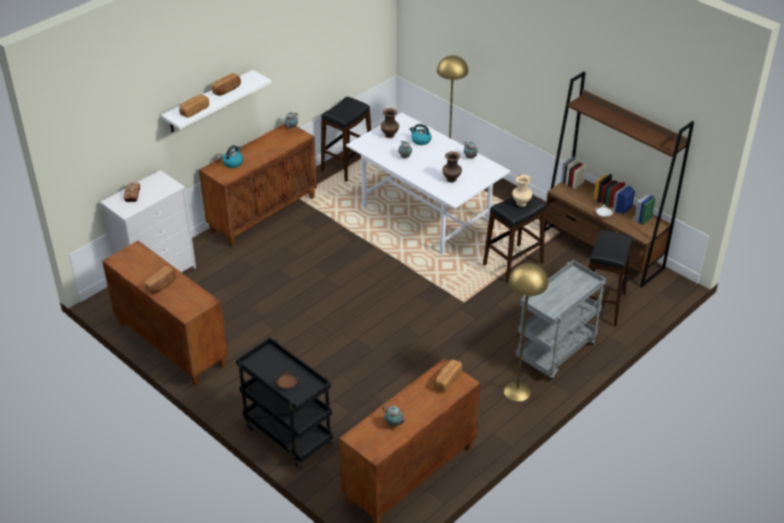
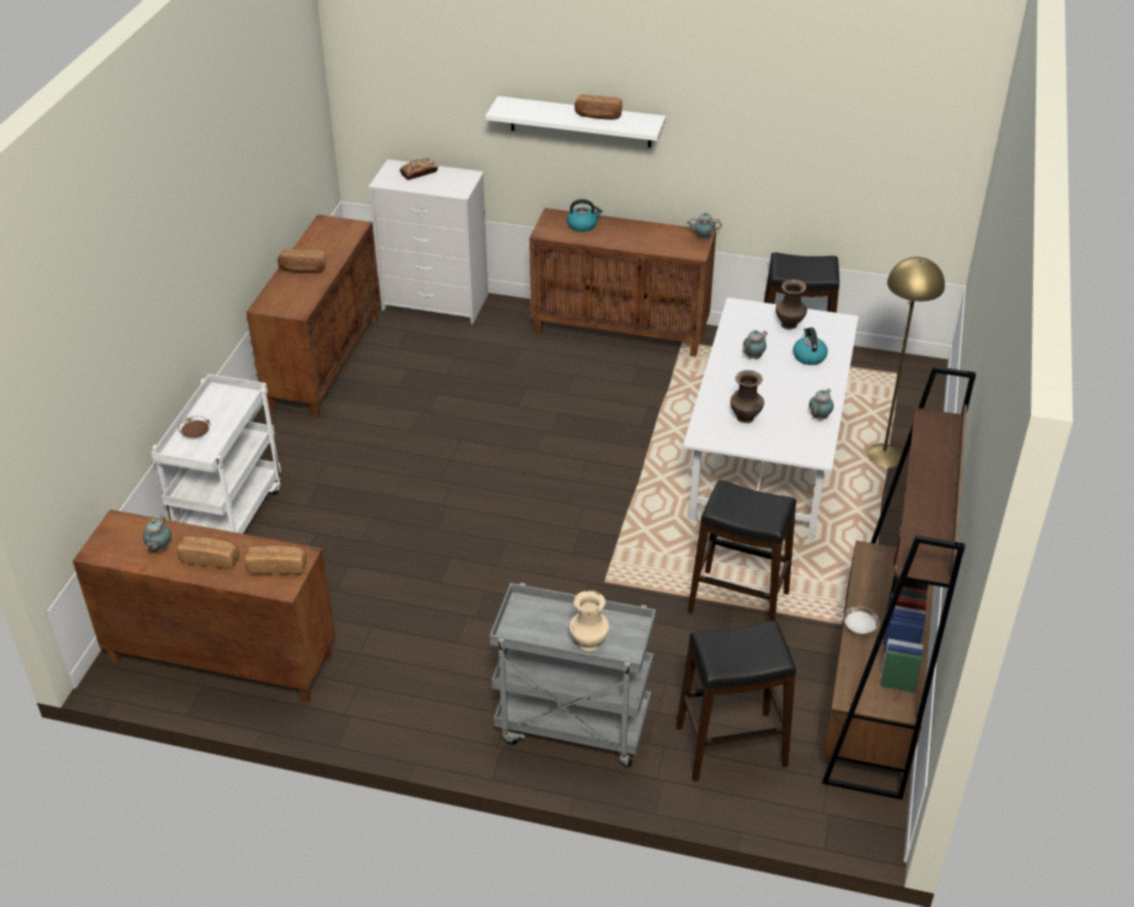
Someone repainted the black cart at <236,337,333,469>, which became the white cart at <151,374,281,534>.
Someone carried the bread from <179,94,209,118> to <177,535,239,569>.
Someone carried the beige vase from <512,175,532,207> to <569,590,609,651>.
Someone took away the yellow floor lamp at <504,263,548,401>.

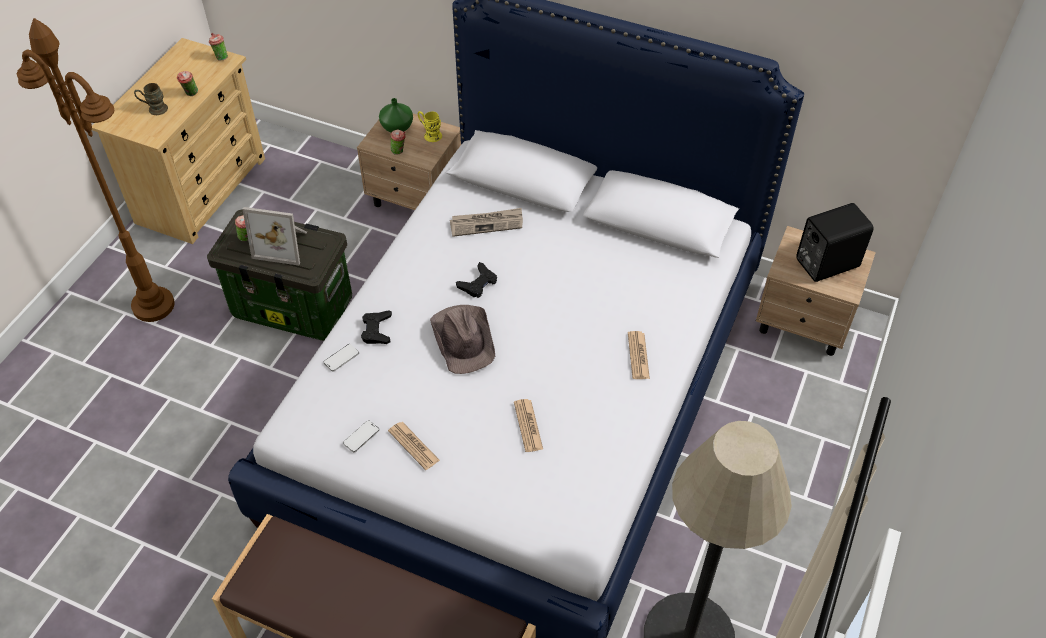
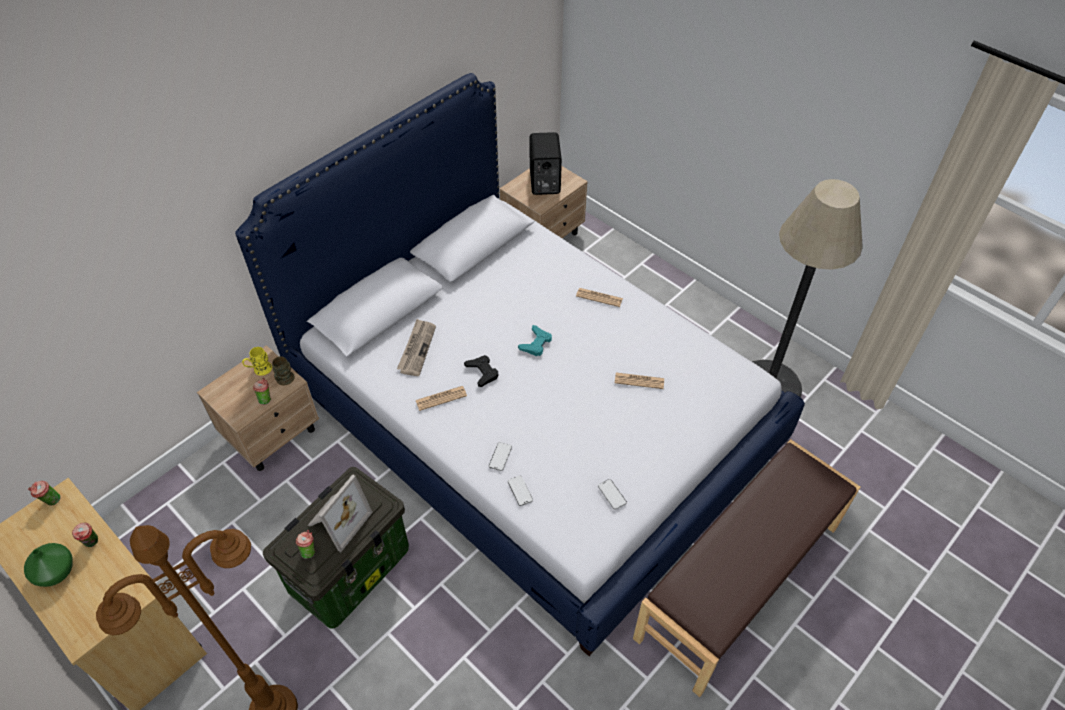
Someone carried the green vase from <379,98,413,133> to <24,543,73,587>.
Someone carried the brown mug from <134,83,168,115> to <272,356,295,385>.
Someone carried the newspaper from <388,422,440,470> to <416,386,467,411>.
Someone swapped the black game controller at <361,310,392,344> for the phone at <489,442,512,471>.
Someone put down the turquoise game controller at <518,325,552,356>.
Someone took away the brown hat at <430,305,495,374>.

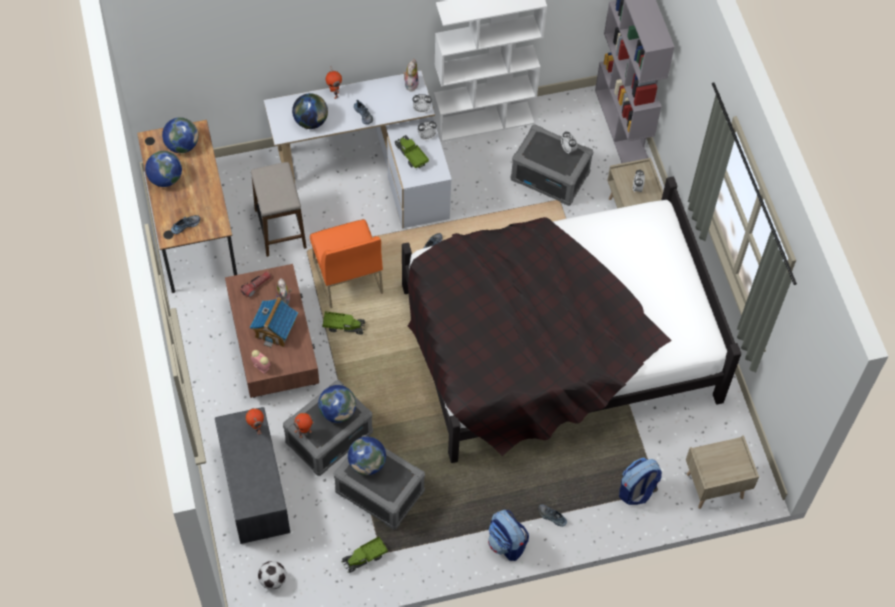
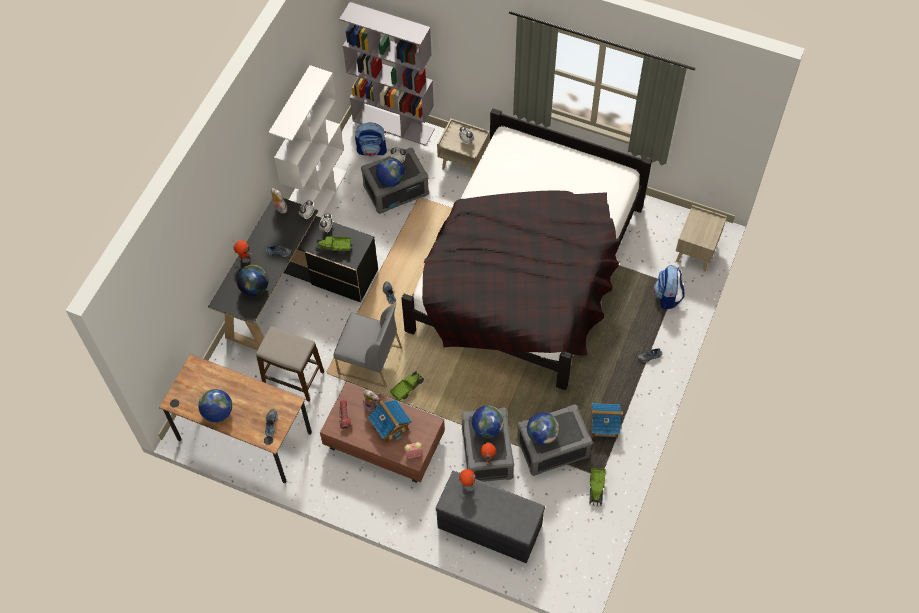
Someone repainted the white desk at <264,70,452,229>, which became the black desk at <208,198,378,350>.
Someone repainted the orange chair at <310,219,383,308>, which became the grey chair at <334,305,402,387>.
Someone carried the backpack from <488,510,529,561> to <355,122,387,157>.
Someone carried the globe from <162,117,198,153> to <376,158,405,187>.
Someone put down the toy house at <592,403,623,438>.
Someone took away the football at <258,561,286,590>.

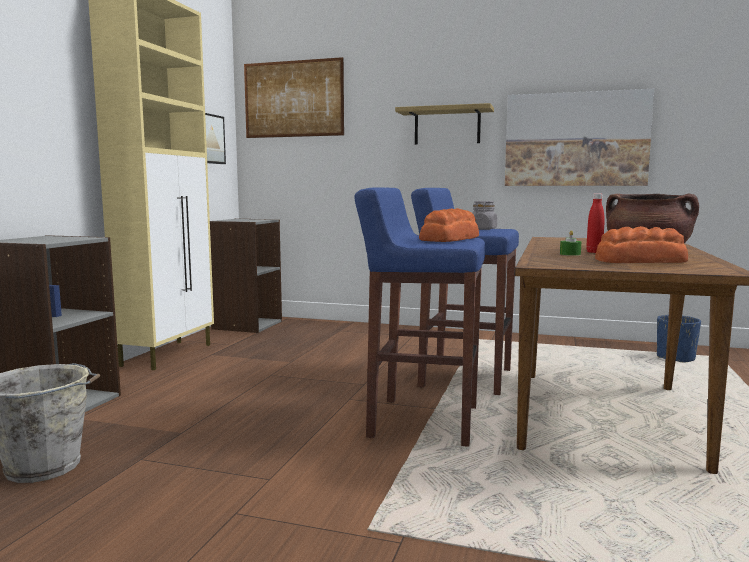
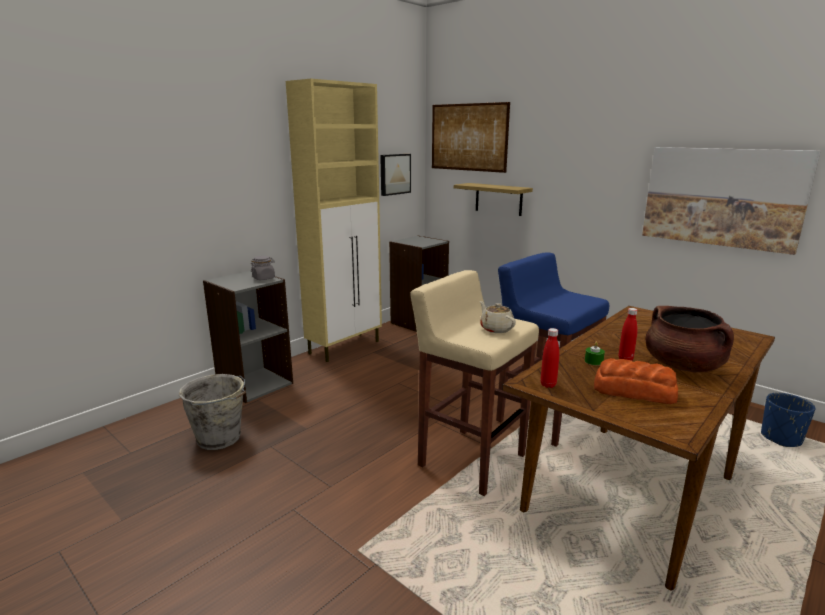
Someone carried the grey jar from <472,201,497,230> to <251,256,275,280>.
Someone repainted the blue stool at <354,187,485,447>, which became the beige stool at <410,270,539,496>.
Someone carried the shelf from <395,103,494,145> to <454,183,533,216>.
Someone swapped the bread at <419,208,479,242> for the beige teapot at <480,301,516,333>.
Someone put down the red bottle at <541,328,559,388>.

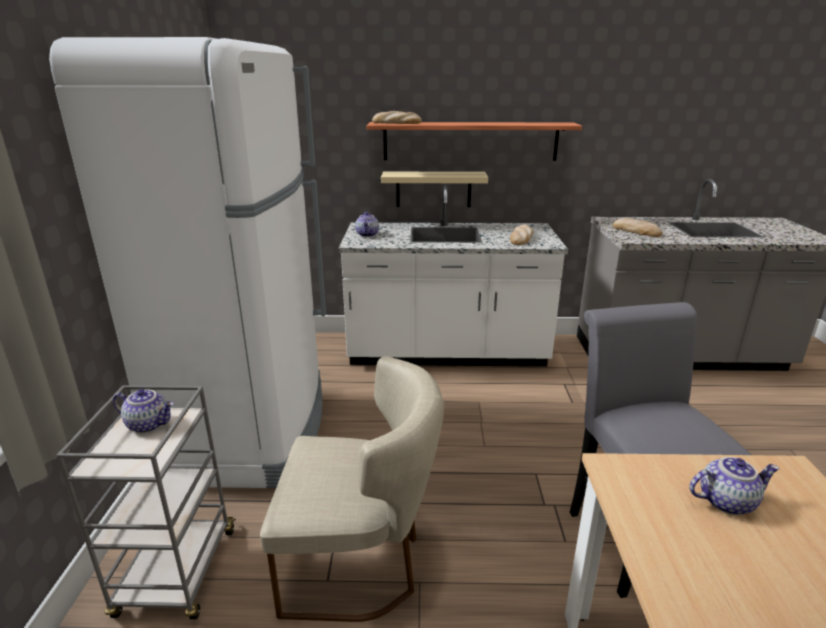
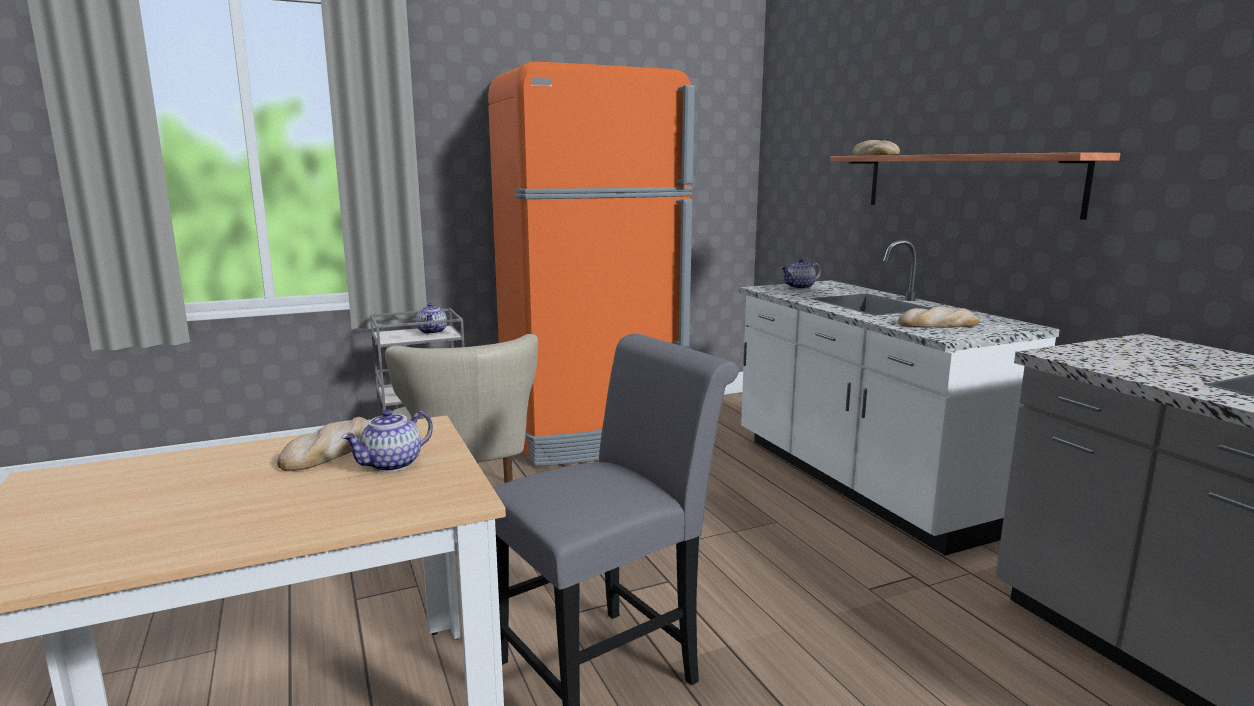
Someone carried the bread from <612,218,662,237> to <277,417,369,471>.
Someone rotated the teapot at <689,457,780,515> by 75 degrees clockwise.
Someone repainted the white fridge at <49,37,326,488>, which became the orange fridge at <488,61,695,466>.
Someone took away the beige shelf at <381,172,488,207>.

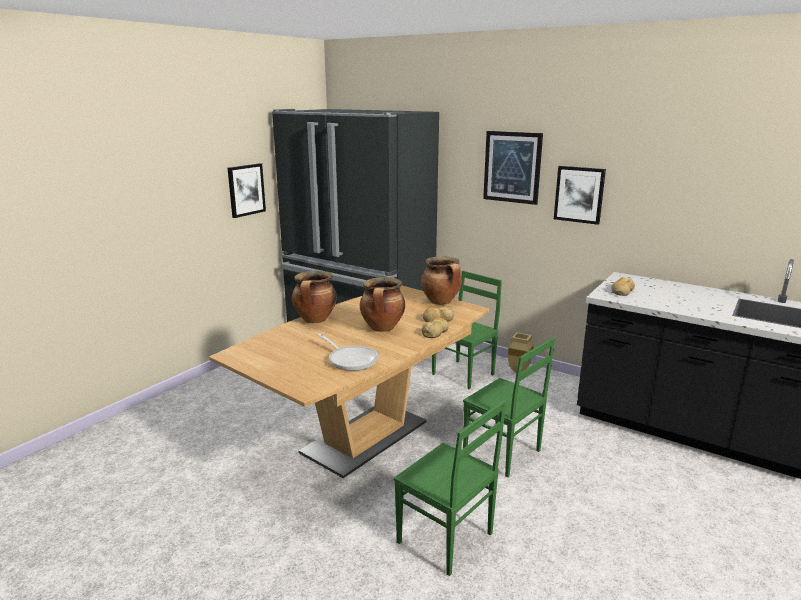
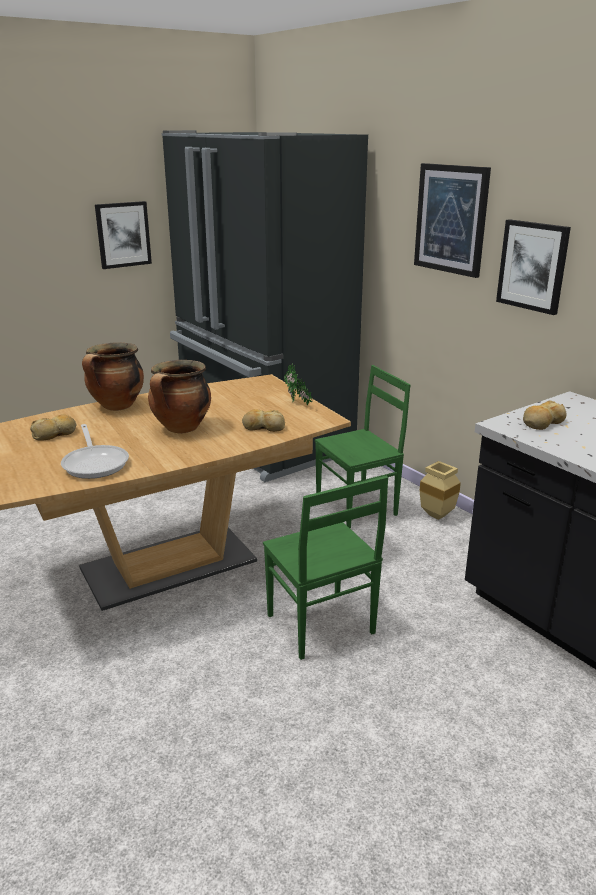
Someone carried the bread from <422,317,449,338> to <30,414,77,441>.
Someone swapped the cooking pot at <421,256,462,305> for the potted plant at <284,363,313,405>.
Someone took away the green chair at <394,400,506,576>.

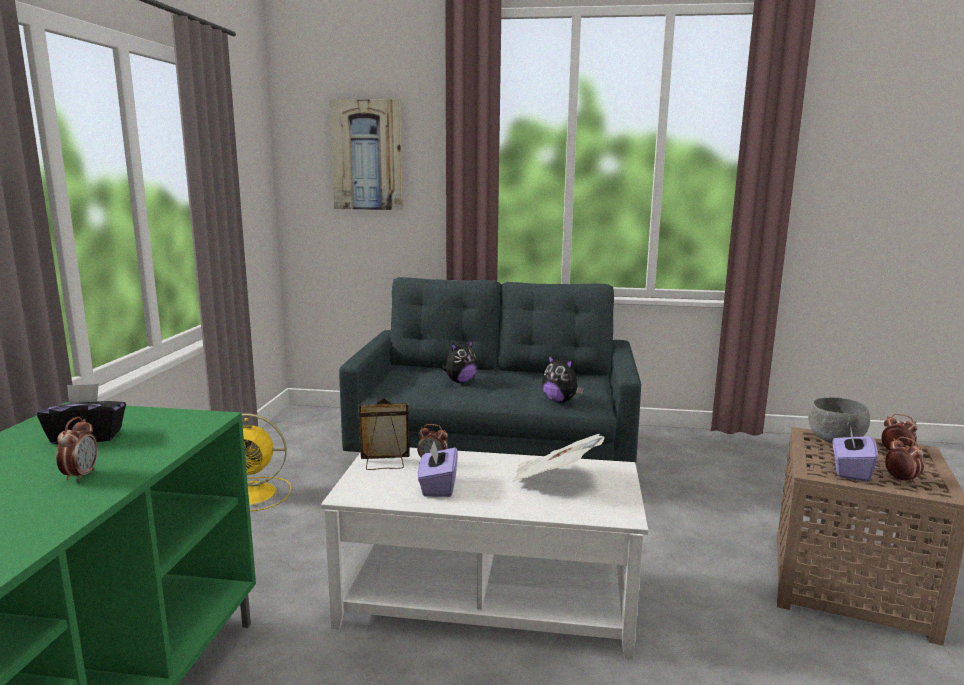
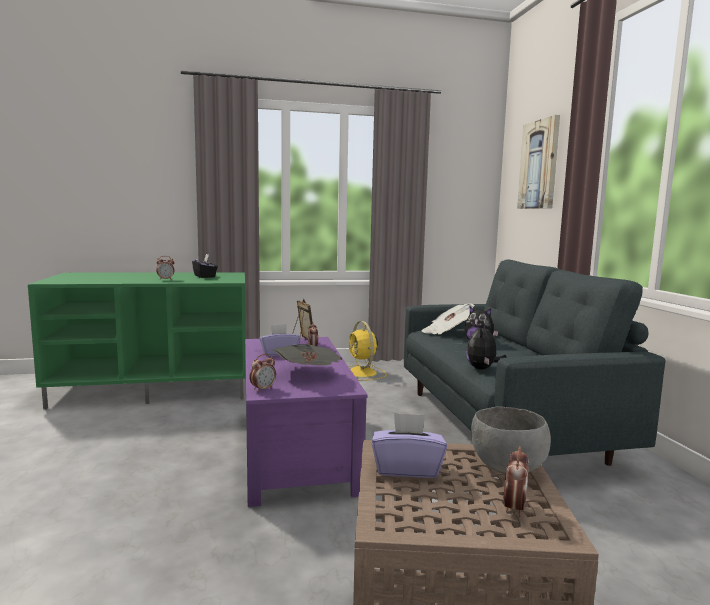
Someone repainted the white coffee table at <321,447,648,660>, which became the purple coffee table at <245,337,367,507>.
Someone carried the alarm clock from <885,437,924,484> to <249,354,276,392>.
Someone put down the newspaper at <422,303,475,335>.

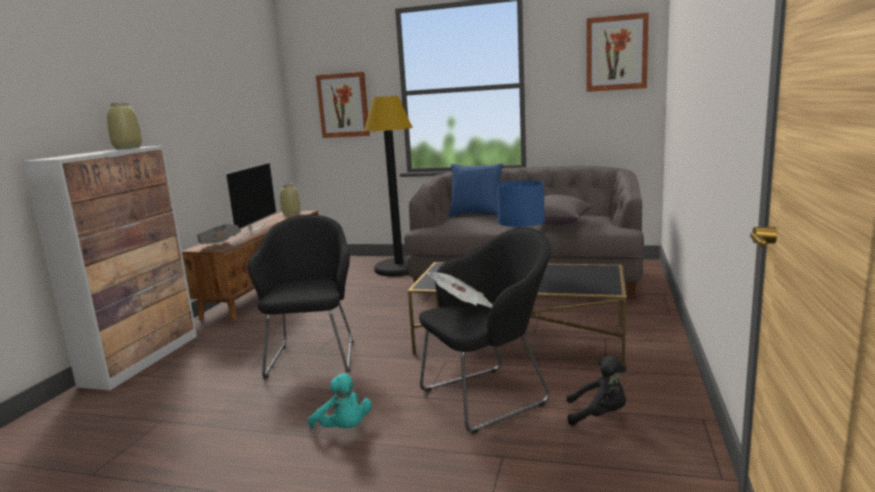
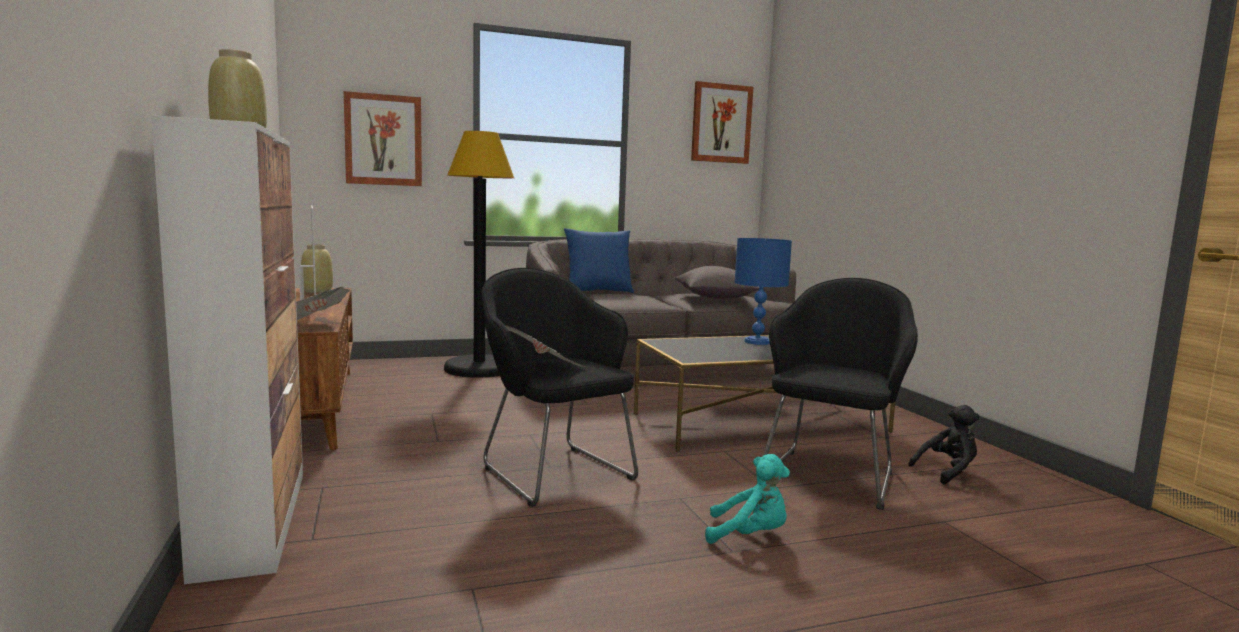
Someone carried the newspaper from <427,272,493,308> to <505,325,586,367>.

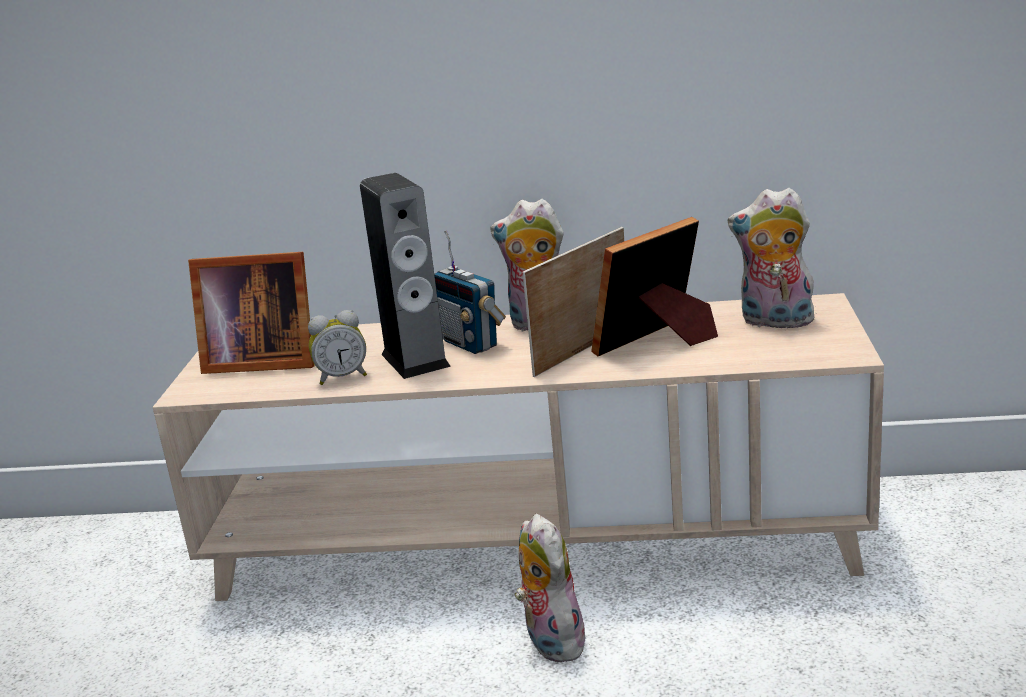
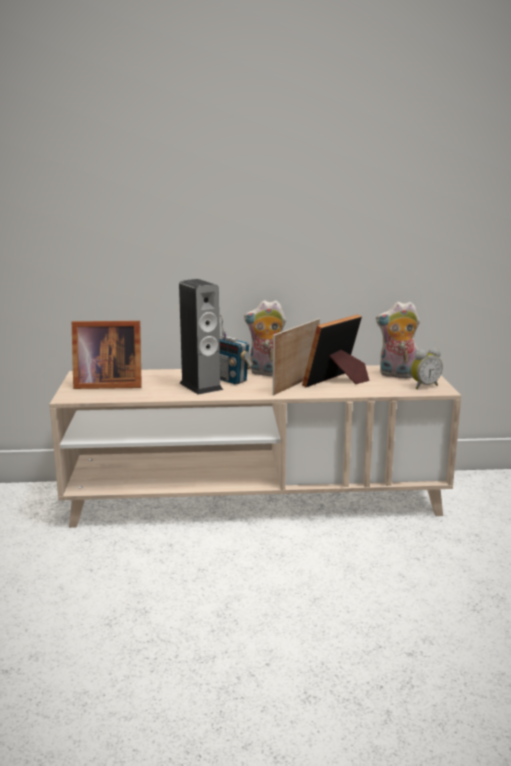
Someone carried the alarm clock from <308,310,367,385> to <411,348,443,389>.
Someone took away the plush toy at <514,514,587,662>.

